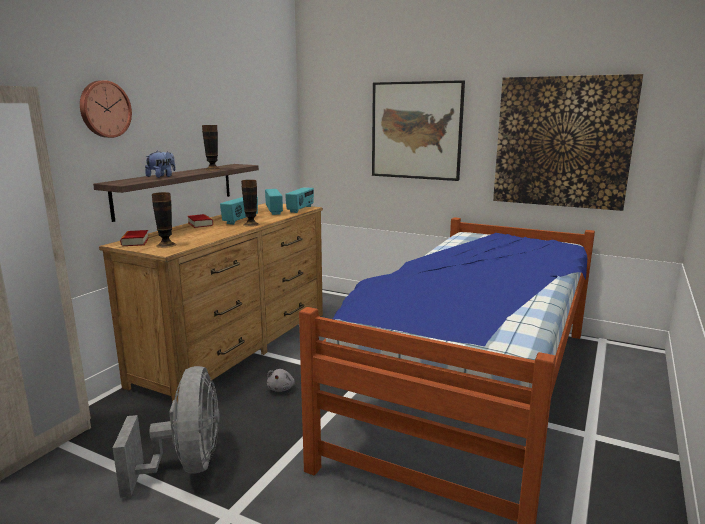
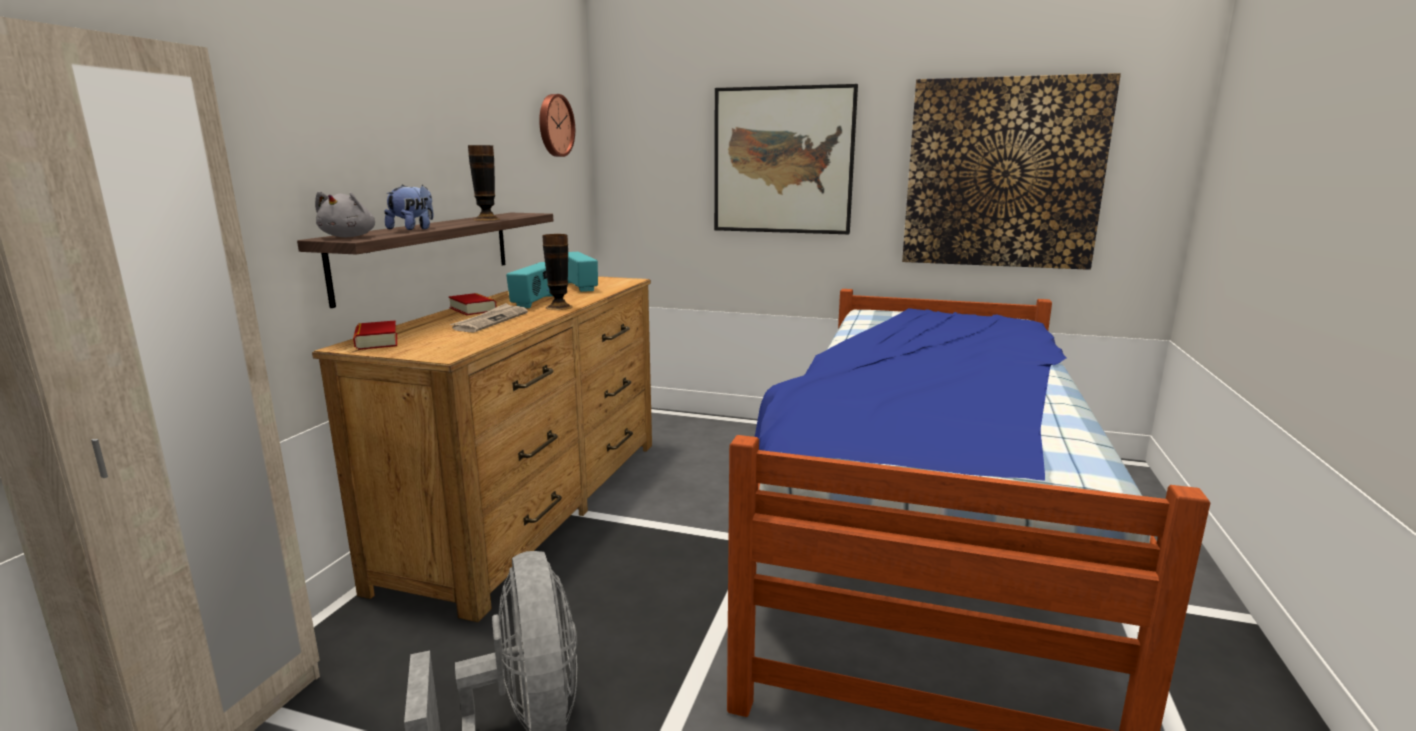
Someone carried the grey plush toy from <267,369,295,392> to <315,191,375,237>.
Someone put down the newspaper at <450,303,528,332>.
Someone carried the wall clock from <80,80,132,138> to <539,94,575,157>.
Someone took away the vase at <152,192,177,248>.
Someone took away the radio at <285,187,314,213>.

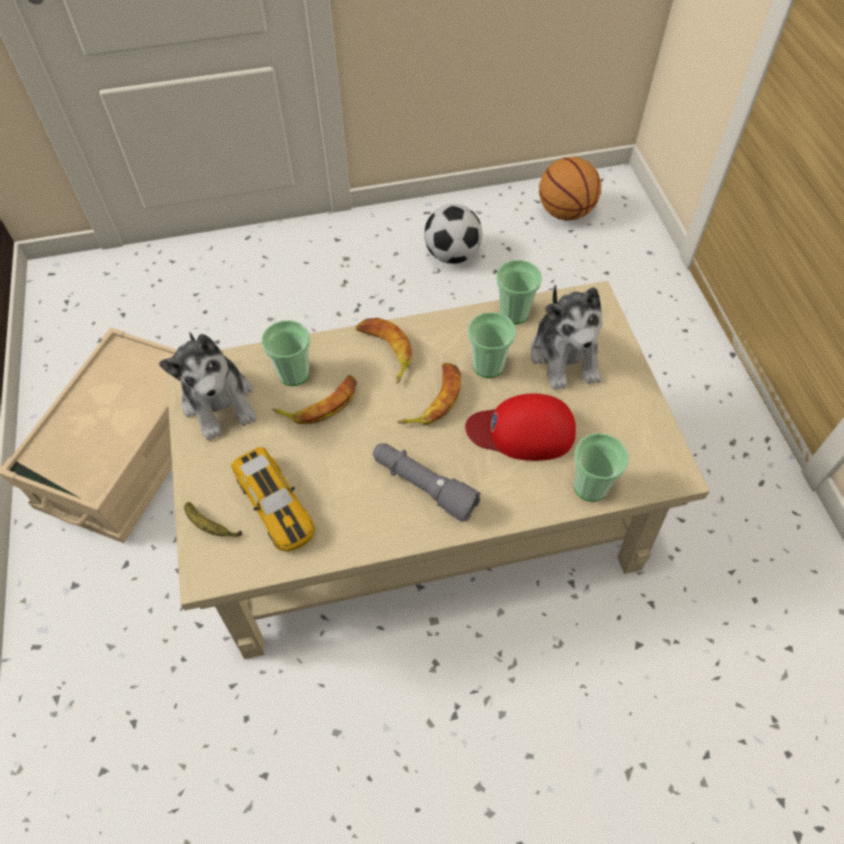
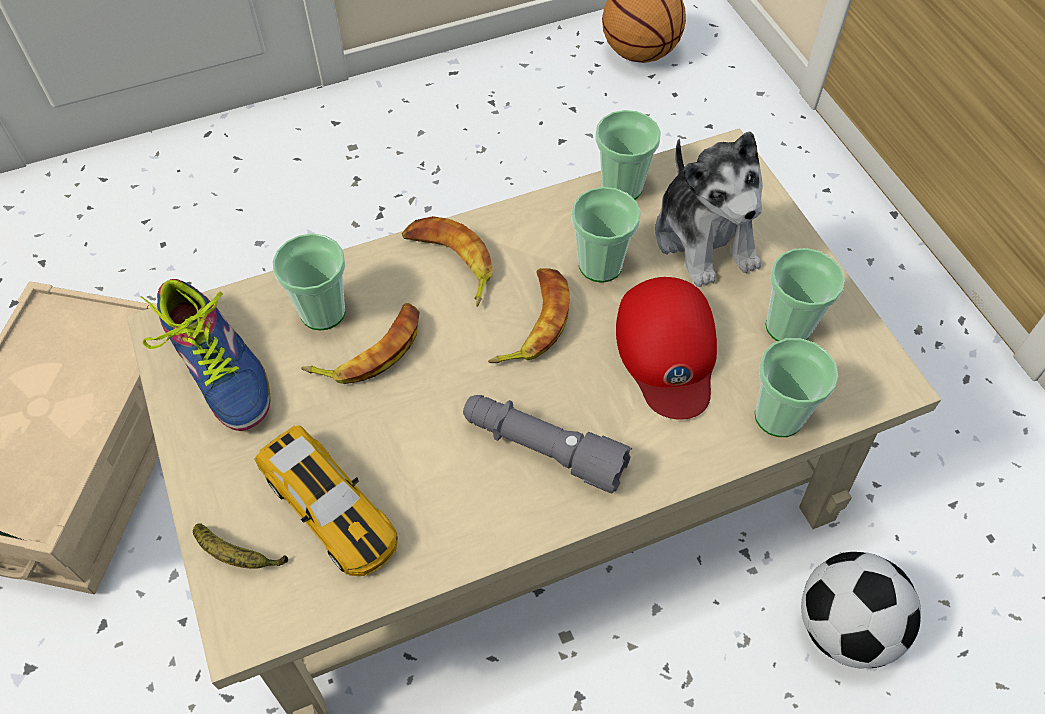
Someone swapped the plush toy at <159,332,256,440> for the shoe at <140,279,271,431>.
Someone rotated the red cap at <465,393,576,461> by 90 degrees counterclockwise.
Someone put down the cup at <766,248,845,341>.
Someone carried the football from <424,204,483,264> to <801,552,921,668>.

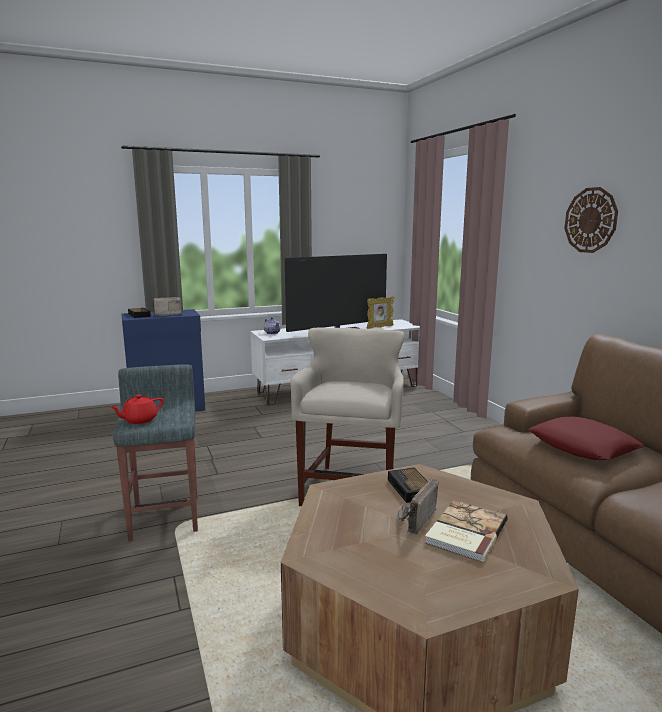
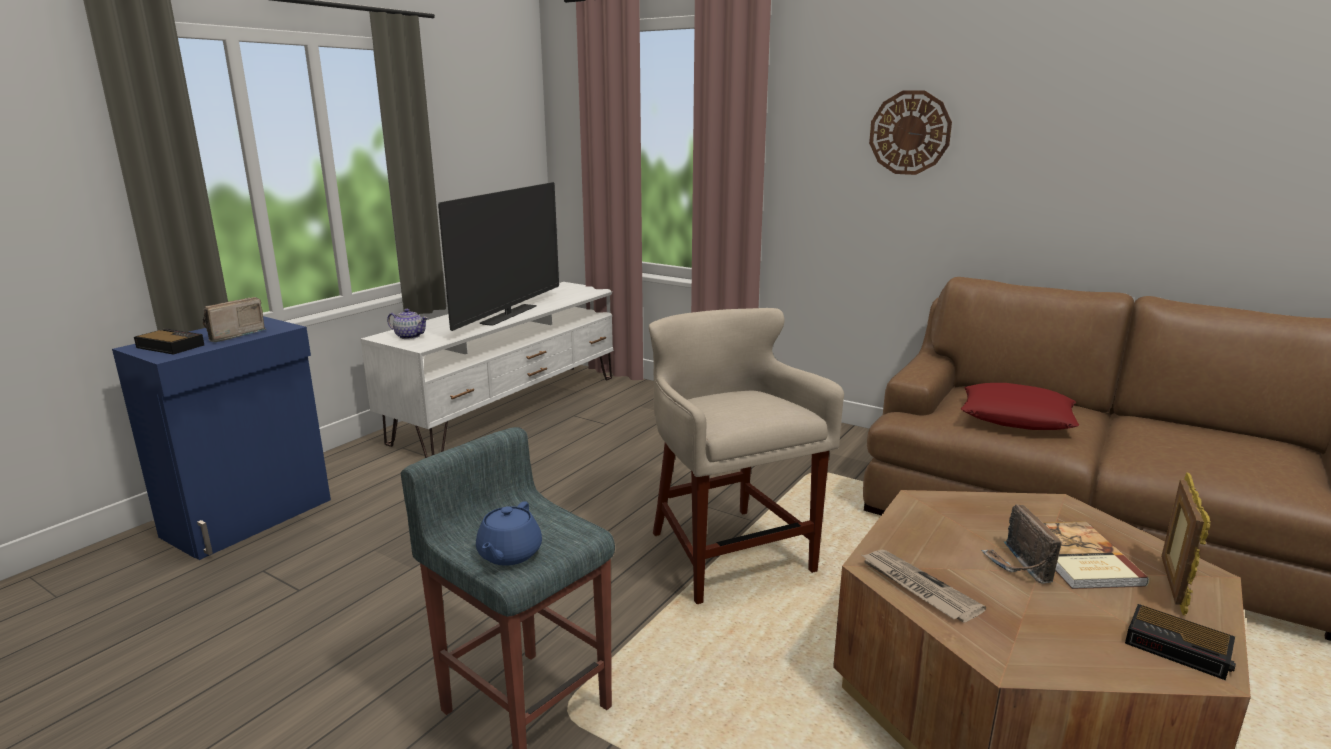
Someone repainted the red teapot at <111,394,163,424>, which became the blue teapot at <476,501,542,566>.
Someone put down the newspaper at <860,549,986,622>.
Someone carried the alarm clock from <388,468,428,503> to <1125,604,1236,680>.
Someone carried the picture frame from <367,296,394,329> to <1161,472,1211,615>.

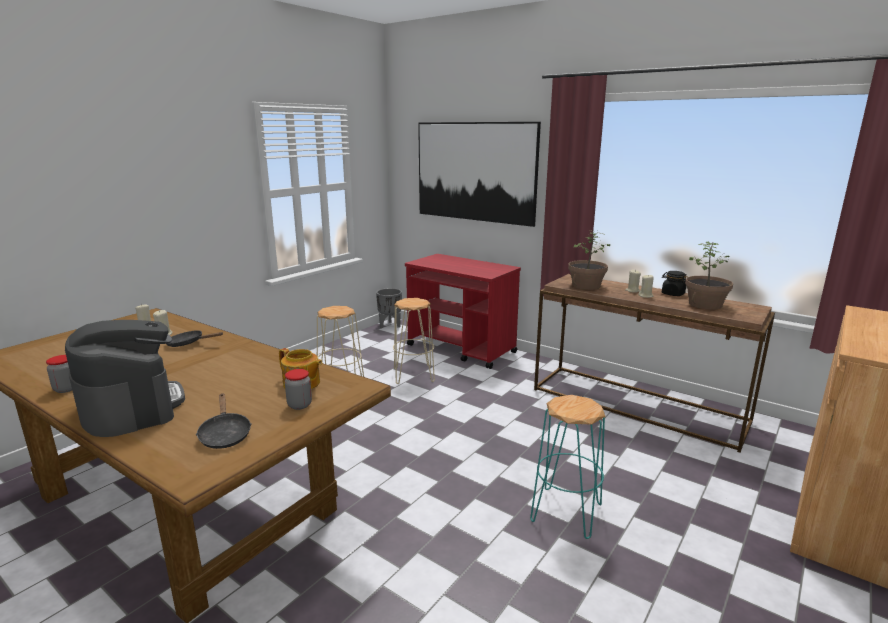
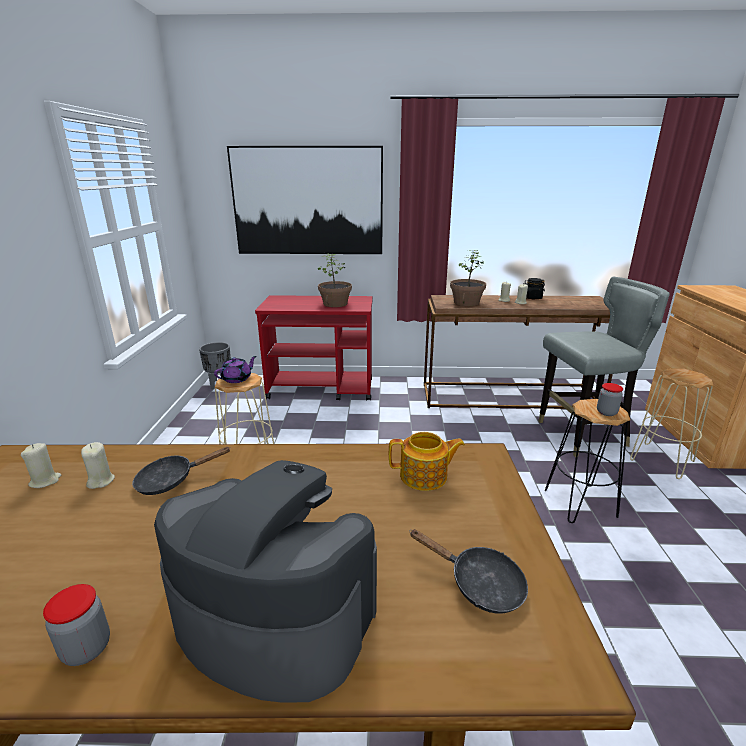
Someone put down the purple teapot at <214,356,256,383>.
Someone carried the potted plant from <685,242,733,310> to <318,253,352,307>.
Someone put down the grey chair at <538,277,670,457>.
Someone repainted the turquoise stool at <530,395,605,539>, which became the black stool at <545,399,630,523>.
Someone carried the jar from <285,369,312,410> to <597,383,623,416>.
Someone carried the beige stool from <393,298,435,384> to <630,368,714,479>.

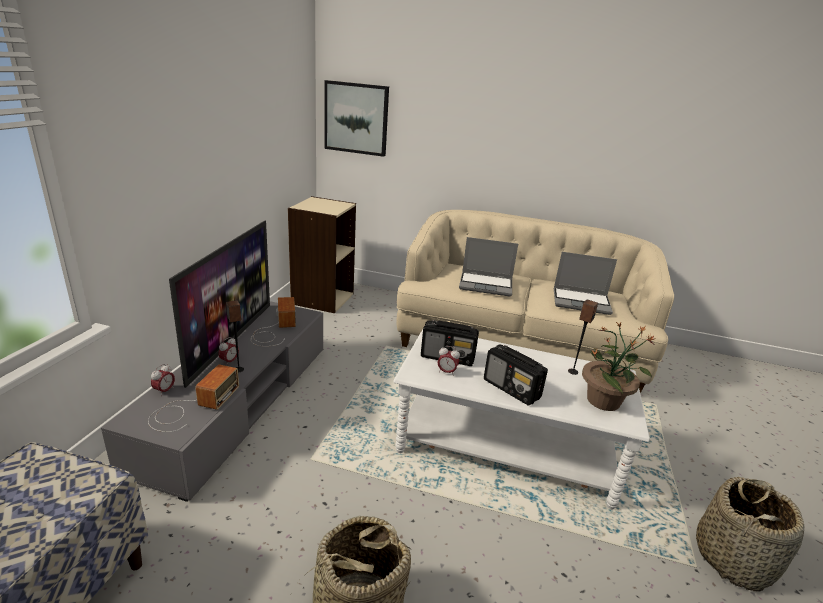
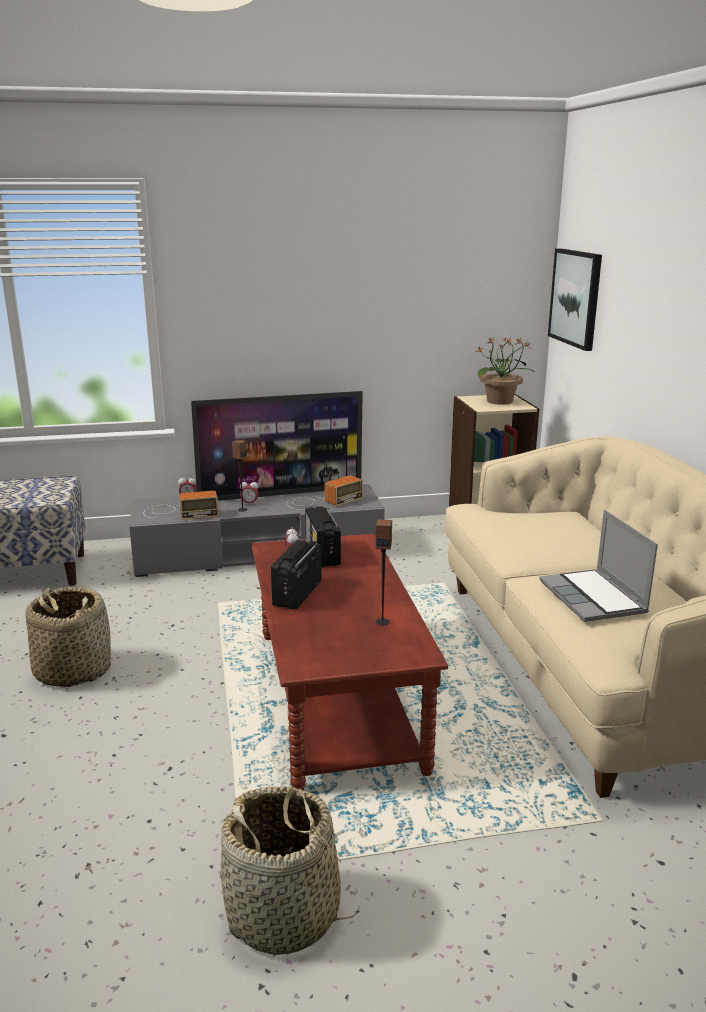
Someone repainted the white coffee table at <393,329,650,509>, which became the brown coffee table at <252,534,448,790>.
Someone carried the potted plant from <582,322,654,411> to <477,338,534,405>.
Someone took away the laptop at <459,237,518,297>.

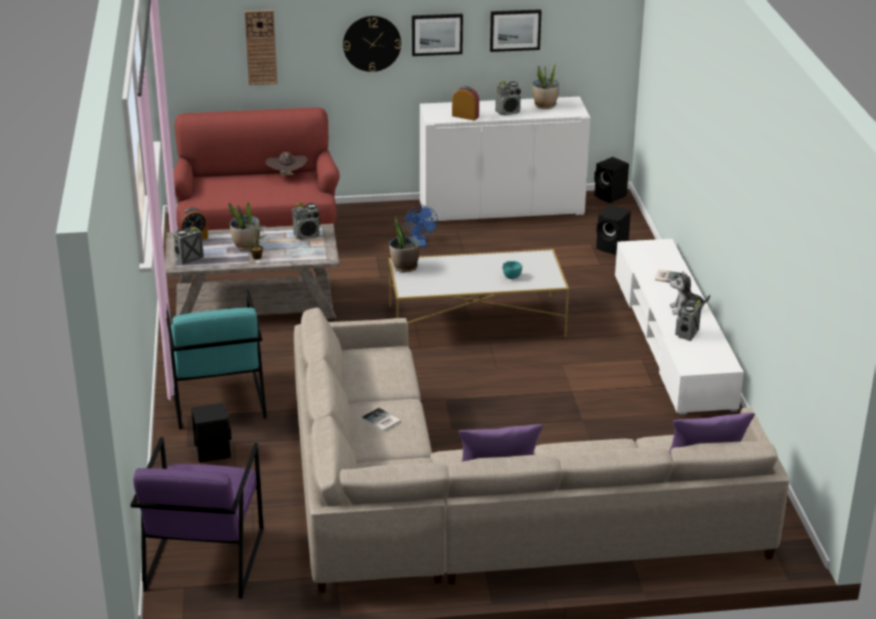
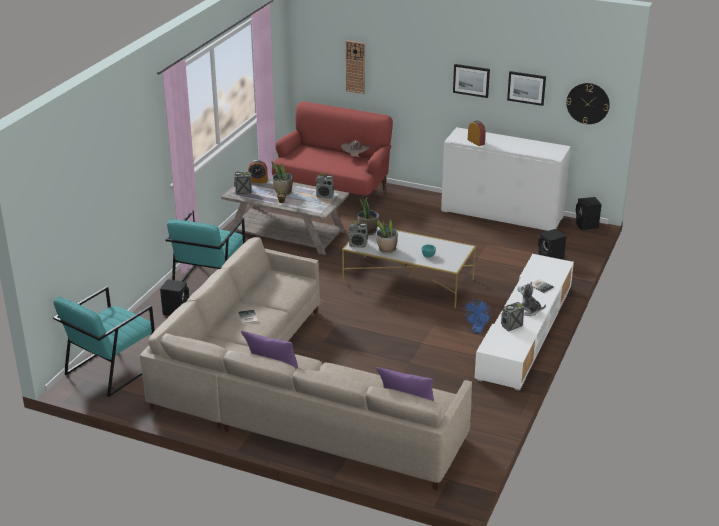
Someone repainted the purple armchair at <131,437,264,599>, which became the turquoise armchair at <53,286,155,397>.
Someone carried the radio from <495,81,521,116> to <349,221,368,248>.
Someone carried the potted plant from <532,63,559,109> to <376,219,398,253>.
Someone carried the blue fan from <403,205,438,247> to <463,299,492,334>.
Someone carried the wall clock from <343,16,401,72> to <566,83,610,124>.

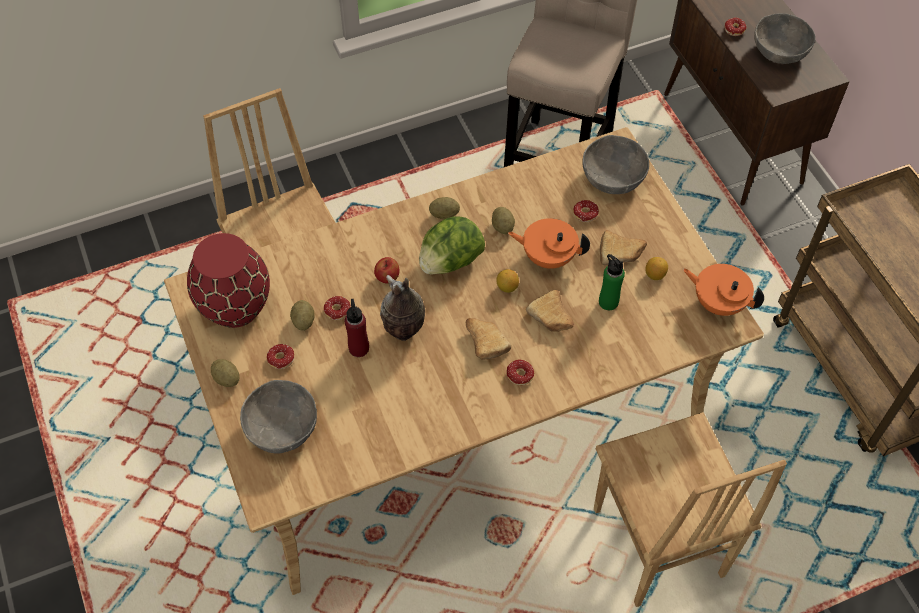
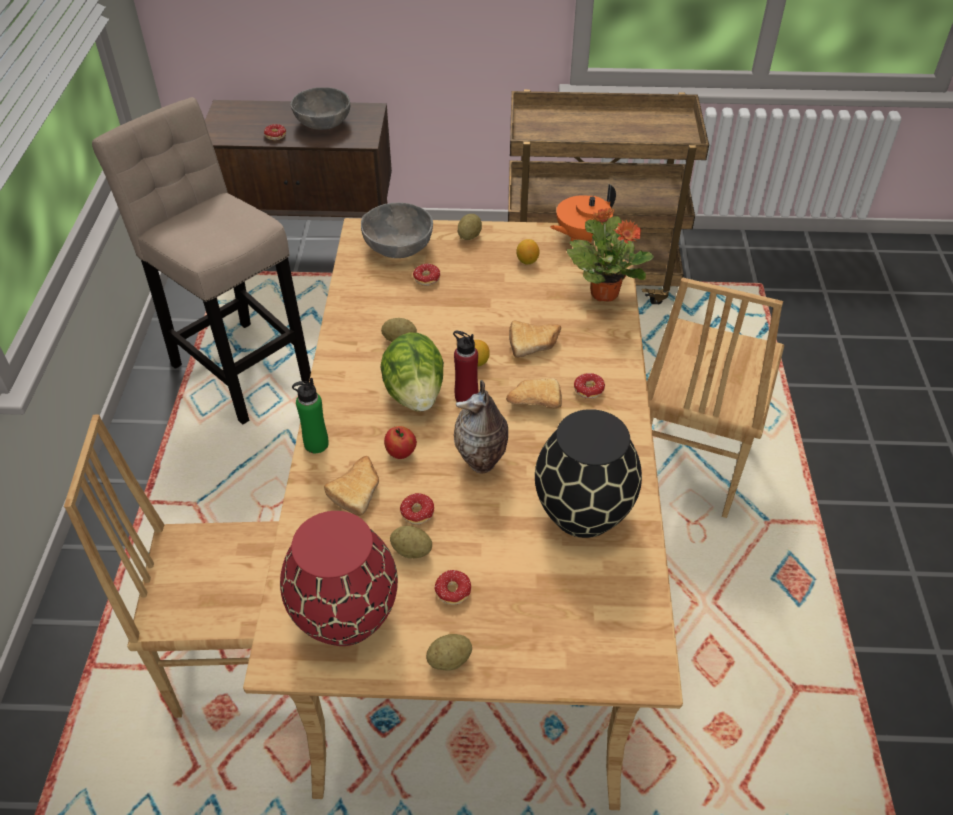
Someone carried the green bottle from <599,254,625,310> to <292,378,329,453>.
Someone carried the bread from <600,230,647,265> to <324,456,379,516>.
Someone carried the red bottle from <345,299,369,357> to <453,331,478,402>.
Someone carried the potato from <429,197,460,220> to <458,214,482,240>.
Someone put down the black vase at <535,409,642,538>.
Someone put down the potted plant at <567,208,654,302>.
Someone rotated the brown chair at <594,412,787,607> by 105 degrees clockwise.
Someone took away the grey bowl at <240,380,317,453>.
Someone took away the orange teapot at <508,218,590,269>.

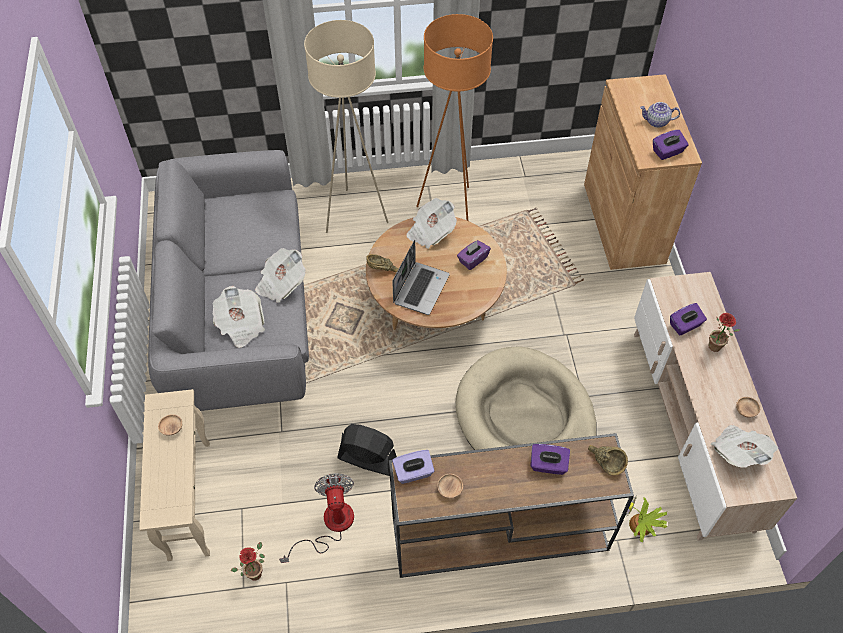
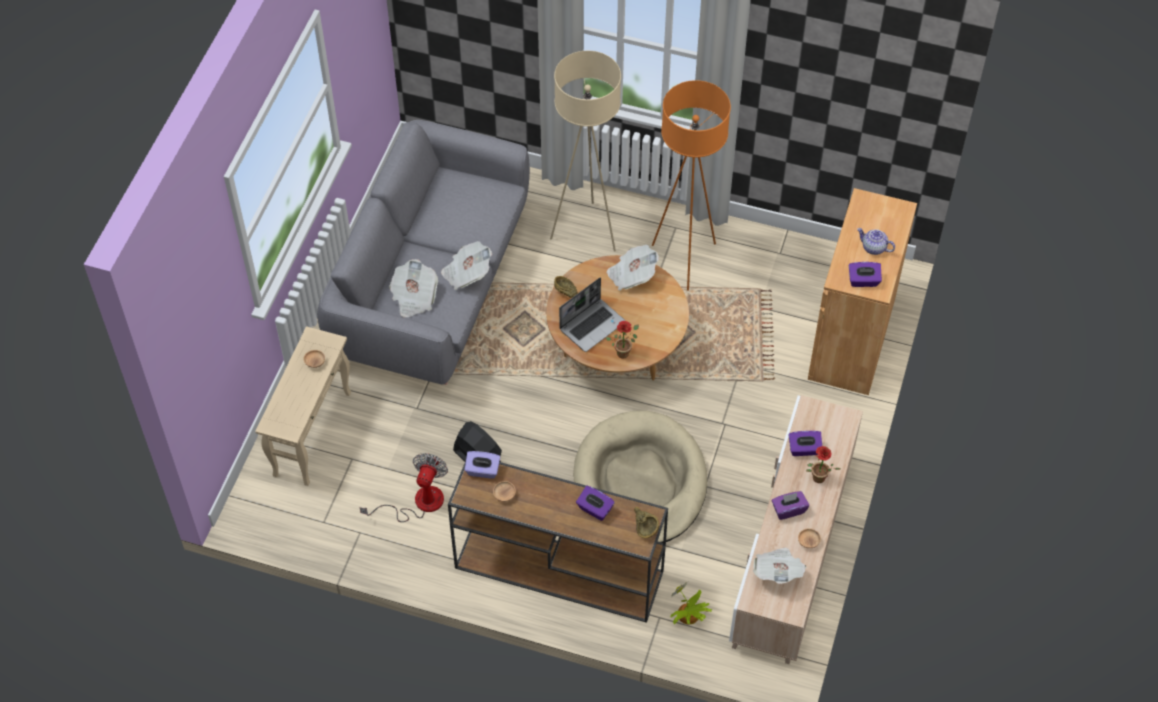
Someone carried the potted plant from <231,542,265,581> to <605,321,639,359>.
Someone carried the purple tissue box from <457,240,491,270> to <772,491,809,520>.

